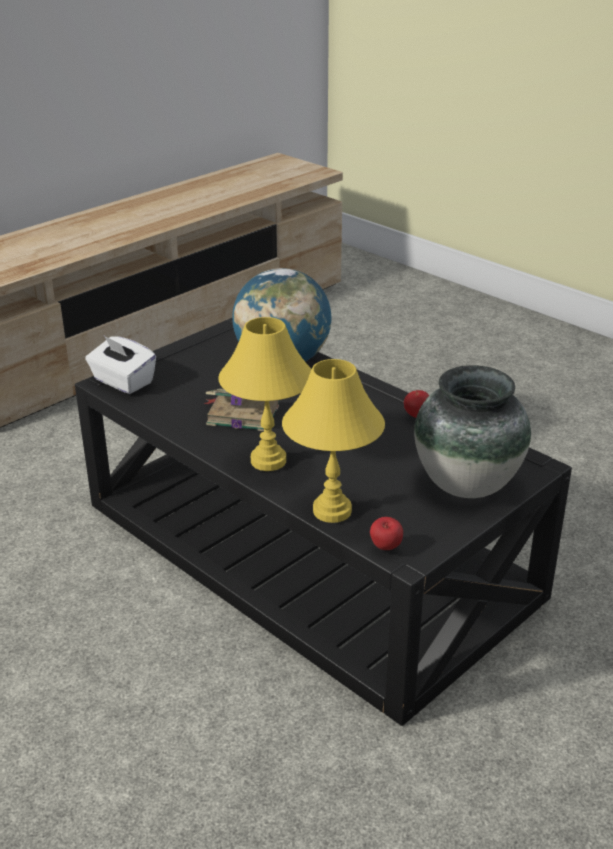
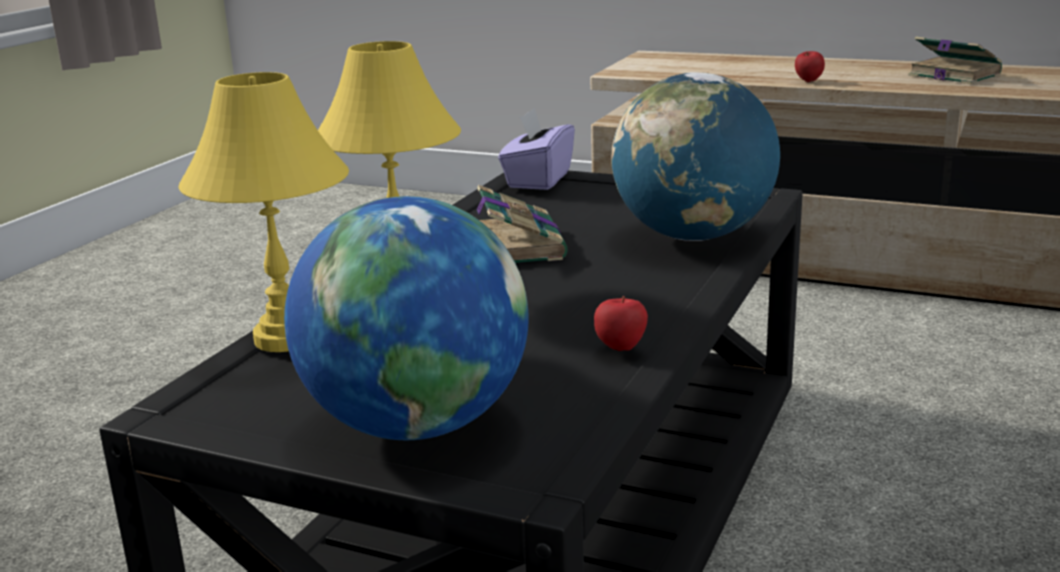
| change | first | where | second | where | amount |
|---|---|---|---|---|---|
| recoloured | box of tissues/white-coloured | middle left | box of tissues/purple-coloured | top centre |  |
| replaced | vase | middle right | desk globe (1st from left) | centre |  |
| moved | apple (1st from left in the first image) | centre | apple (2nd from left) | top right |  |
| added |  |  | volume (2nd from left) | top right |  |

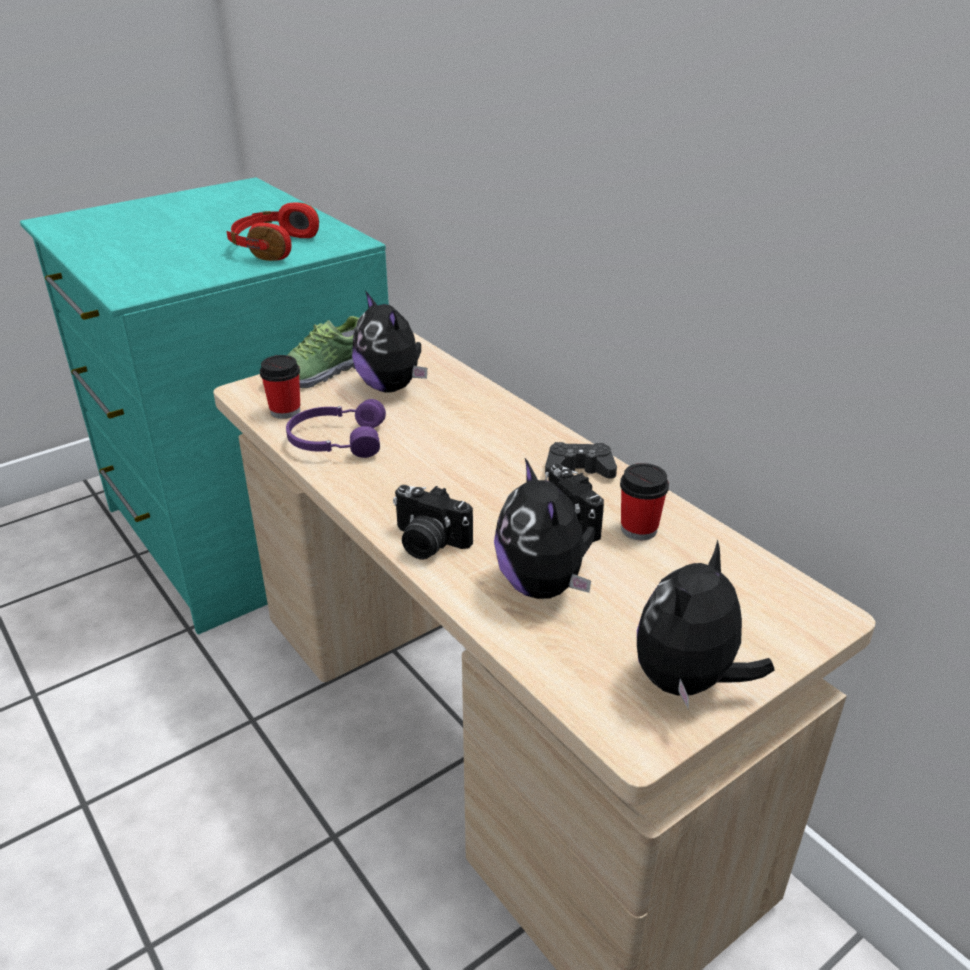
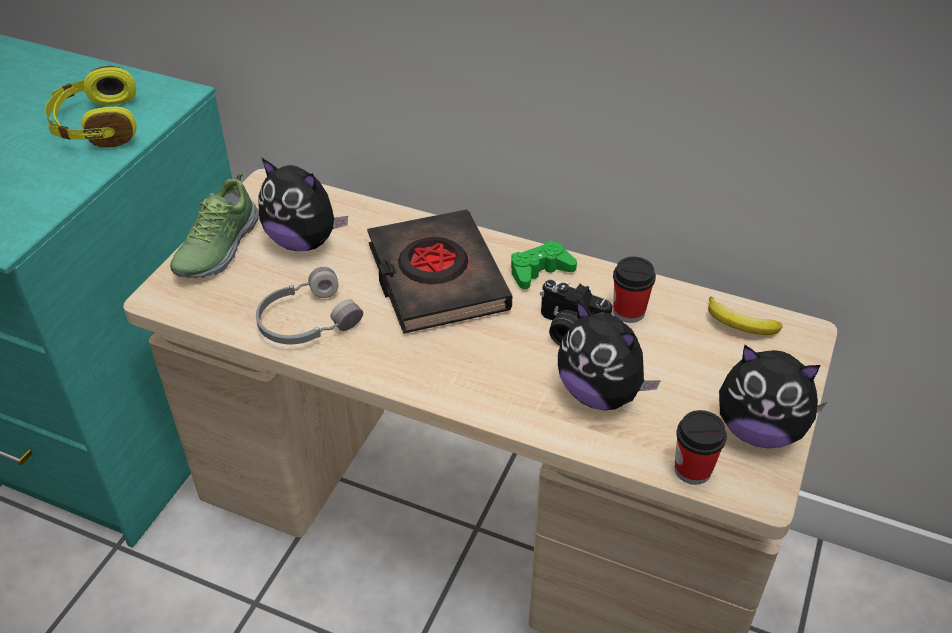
| change | first | where | second | where | amount |
|---|---|---|---|---|---|
| recoloured | pair of headphones/reddish | top left | pair of headphones/yellow-coloured | top left |  |
| moved | drinking cup (1st from left in the first image) | middle left | drinking cup (2nd from left) | bottom right |  |
| recoloured | pair of headphones/purple-coloured | centre | pair of headphones/gray | middle left |  |
| recoloured | game controller/blackish | centre | game controller/green | centre |  |
| removed | photo camera (1st from left) | centre |  |  |  |
| turned | plush toy (3rd from left) | middle right |  | middle right | 75 degrees counterclockwise |
| added |  |  | volume/blackish | centre |  |
| added |  |  | banana | middle right |  |

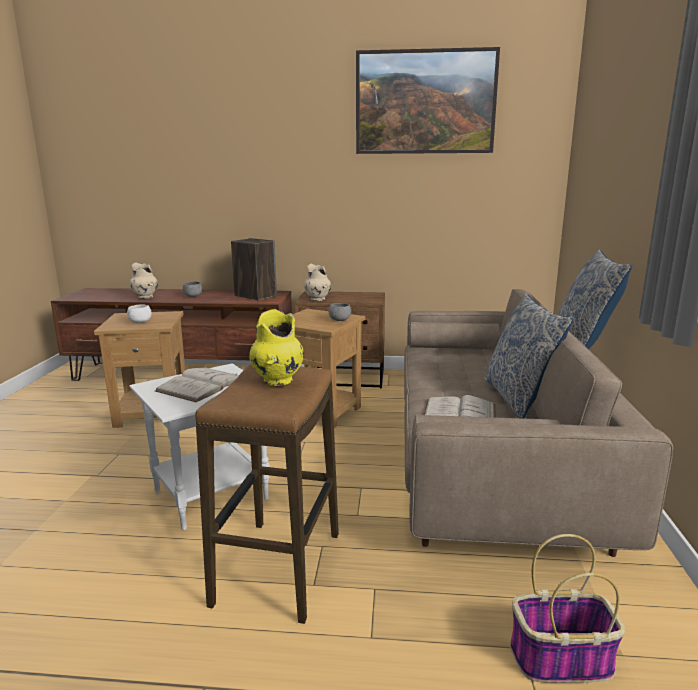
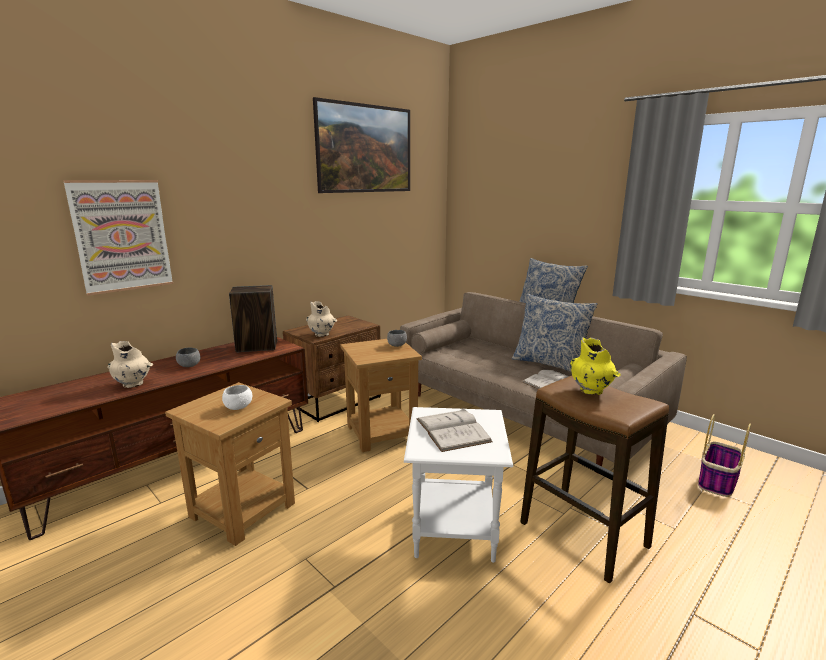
| change | first | where | second | where | amount |
|---|---|---|---|---|---|
| added |  |  | wall picture (1st from left) | middle left |  |

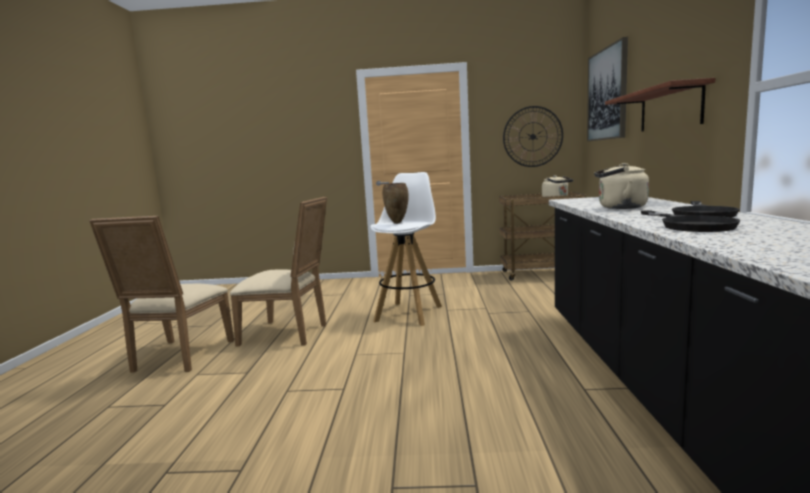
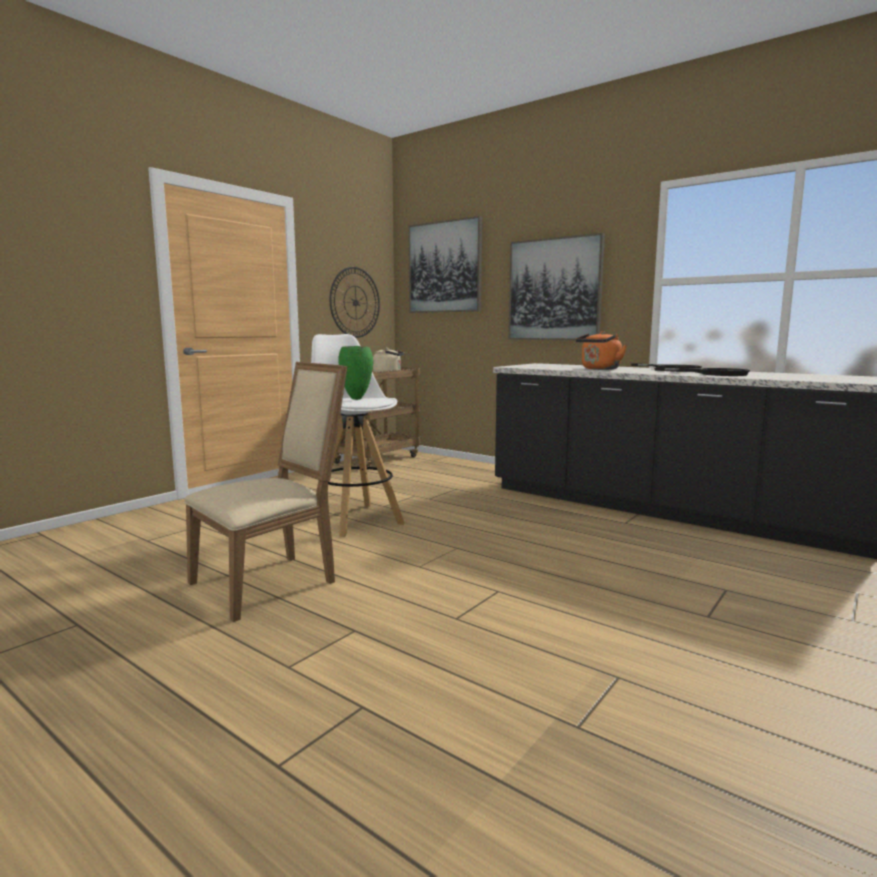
| change | first | where | second | where | amount |
|---|---|---|---|---|---|
| replaced | wall shelf | top right | wall picture (2nd from left) | top centre |  |
| recoloured | tea kettle/beige (2nd from left) | middle right | tea kettle/orangey | middle right |  |
| recoloured | vase/brown-coloured | centre | vase/green | centre |  |
| removed | chair/beige (1st from left) | middle left |  |  |  |

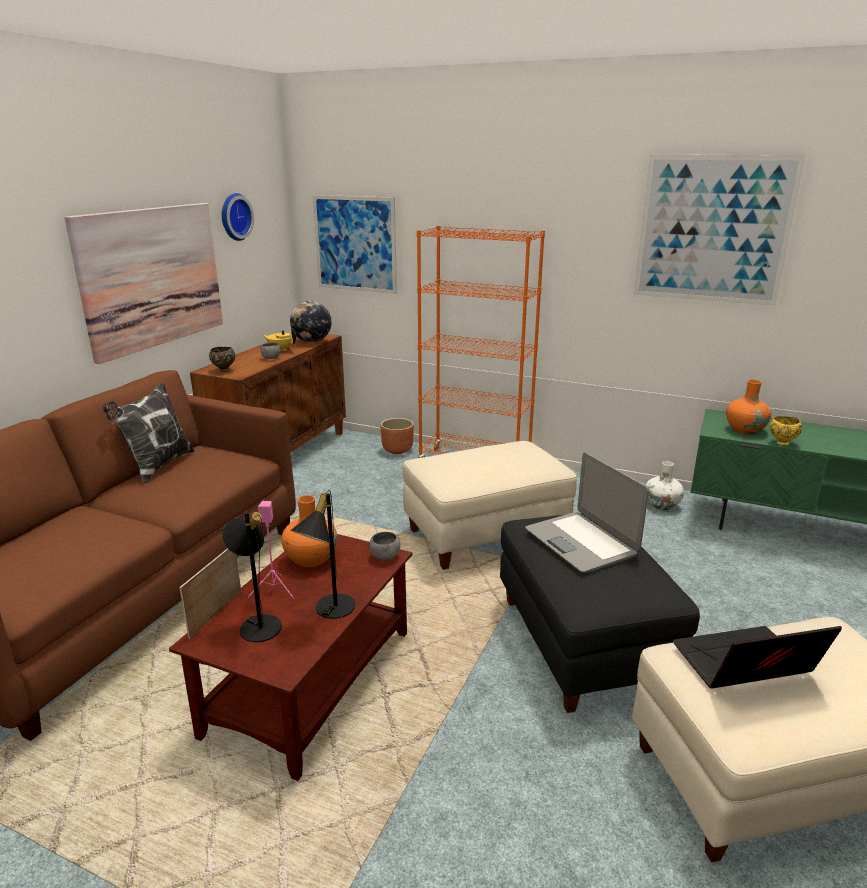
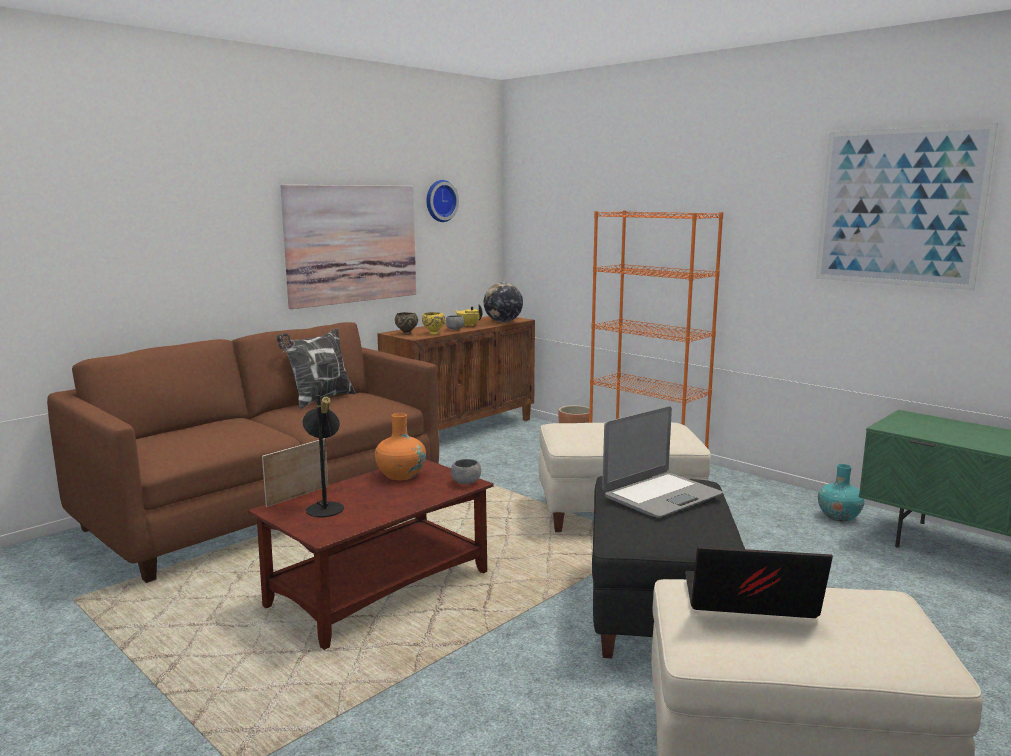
| change | first | where | second | where | amount |
|---|---|---|---|---|---|
| removed | wall picture (2nd from left) | top centre |  |  |  |
| removed | vase/orangey (2nd from left) | middle right |  |  |  |
| moved | serving bowl/yellow-coloured | middle right |  | centre |  |
| turned | laptop (1st from left) | middle right |  | centre | 120 degrees counterclockwise |
| recoloured | vase/white-coloured | middle right | vase/blue-green | middle right |  |
| removed | lamp for a table/blackish (2nd from left) | centre |  |  |  |
| removed | loudspeaker/pink-coloured | middle left |  |  |  |

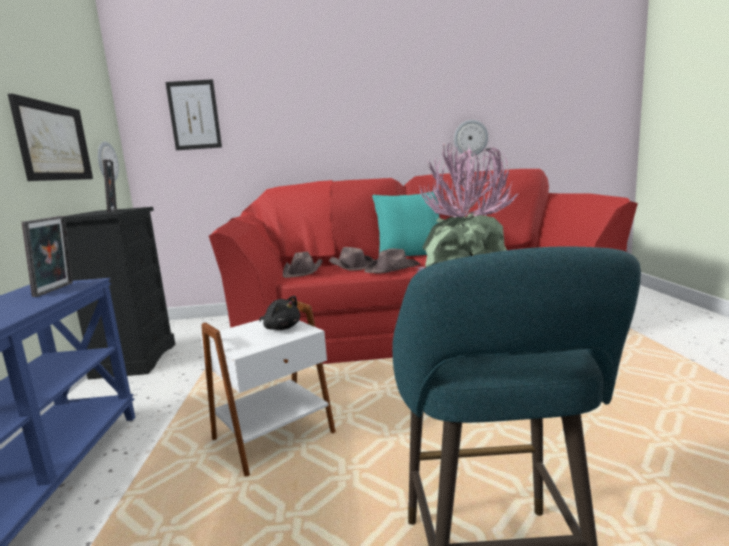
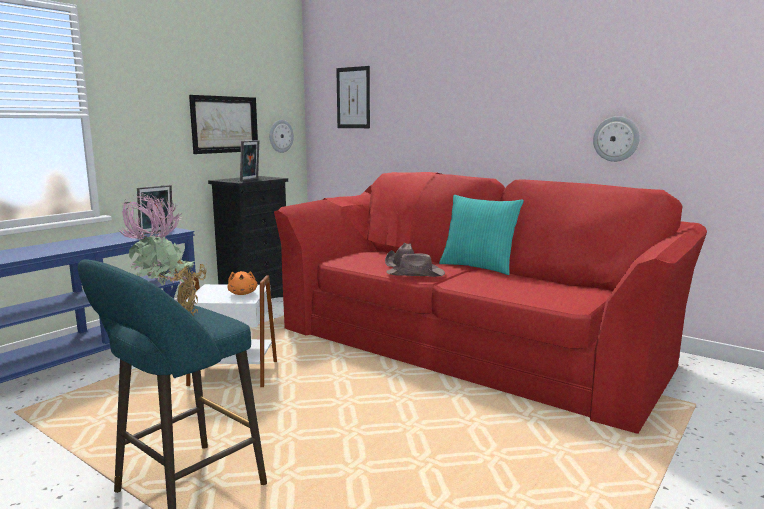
| change | first | where | second | where | amount |
|---|---|---|---|---|---|
| removed | hat/brown-coloured (1st from left) | centre |  |  |  |
| recoloured | plush toy/blackish | centre | plush toy/orangey | middle left |  |

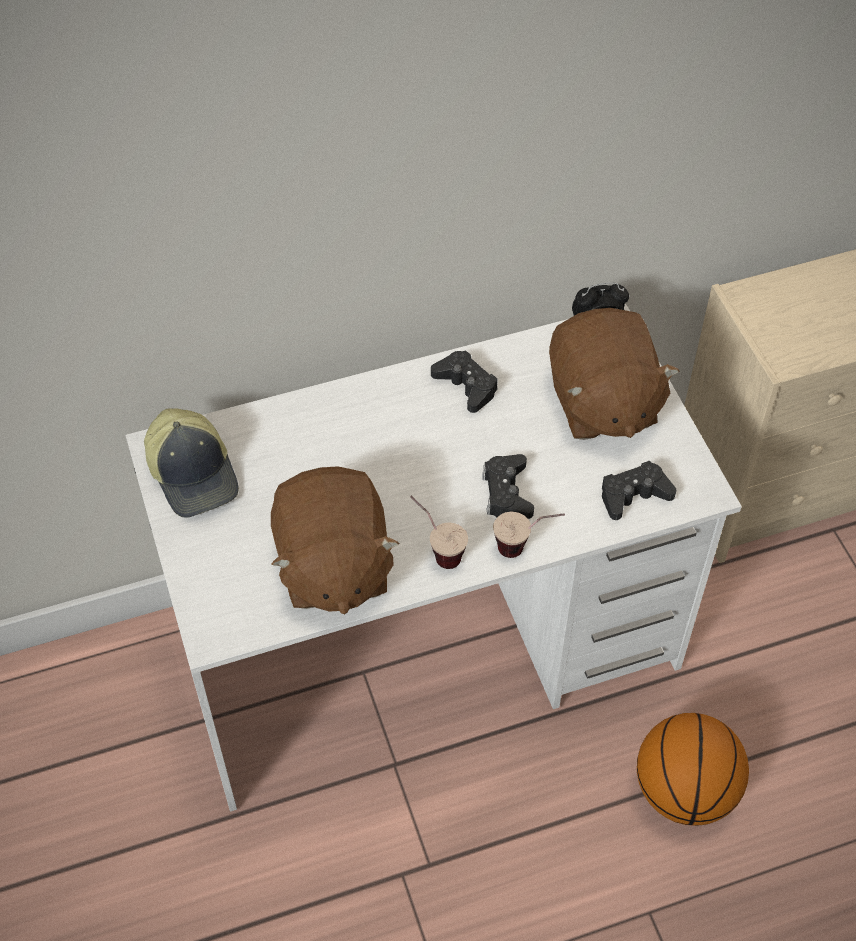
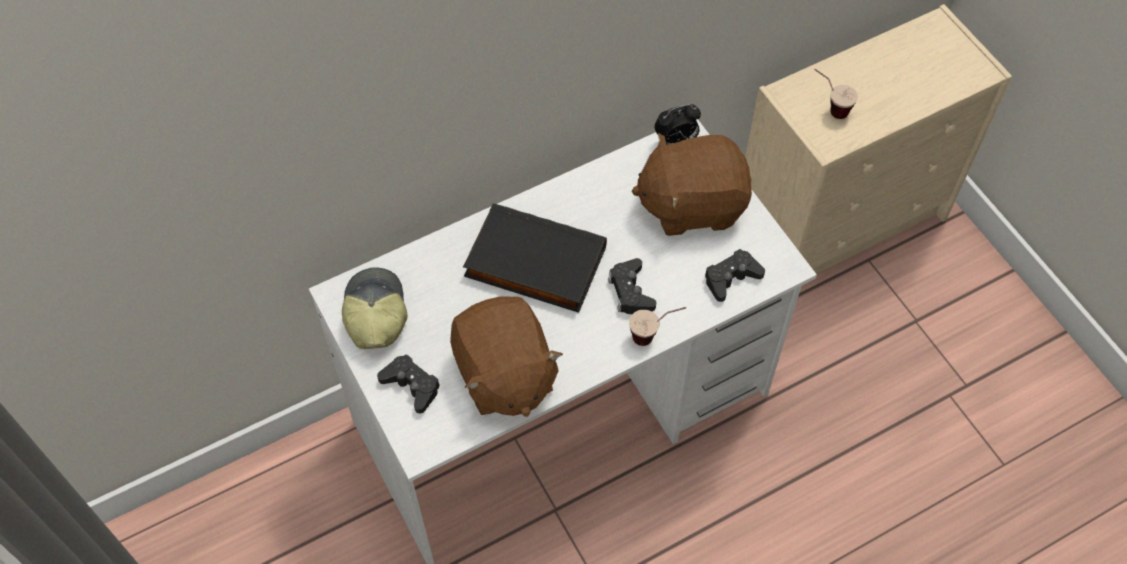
| change | first | where | second | where | amount |
|---|---|---|---|---|---|
| turned | plush toy/brown-coloured (2nd from left) | middle right |  | top centre | 105 degrees clockwise |
| moved | game controller/blackish (1st from left) | centre |  | bottom centre |  |
| turned | baseball cap | middle left |  | middle left | 150 degrees counterclockwise |
| moved | drinking cup (1st from left in the first image) | centre | drinking cup (2nd from left) | top right |  |
| removed | ball for basketball | bottom right |  |  |  |
| added |  |  | volume/blackish | centre |  |

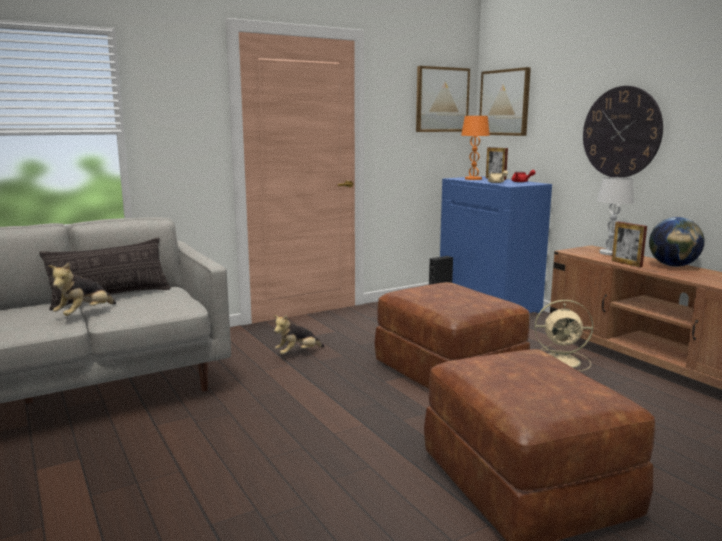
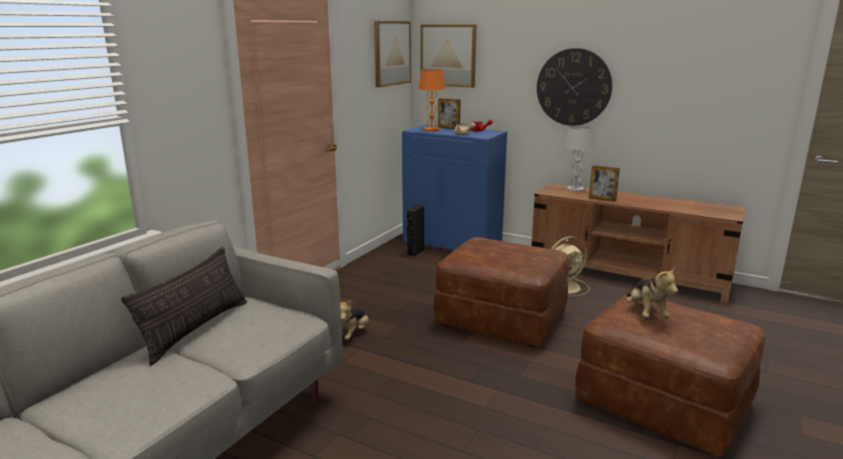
| change | first | where | second | where | amount |
|---|---|---|---|---|---|
| removed | desk globe | middle right |  |  |  |
| moved | plush toy (1st from left in the first image) | middle left | plush toy (2nd from left) | middle right |  |

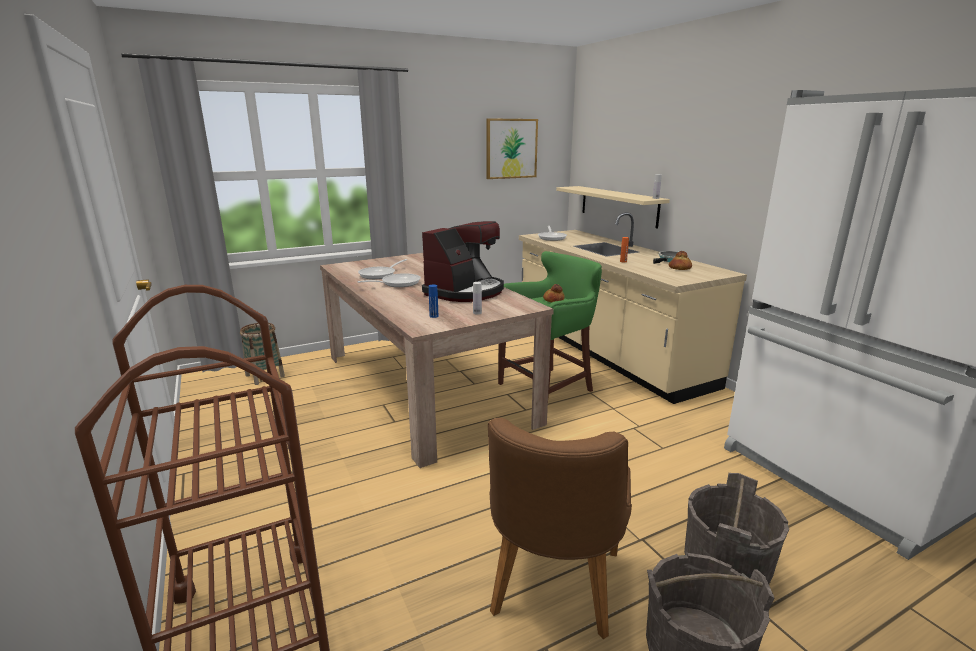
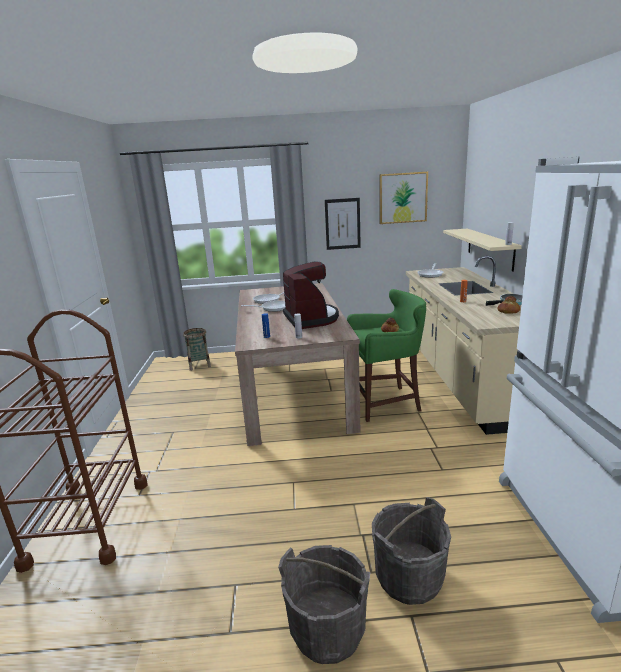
| change | first | where | second | where | amount |
|---|---|---|---|---|---|
| turned | coffee machine | centre |  | centre | 75 degrees counterclockwise |
| removed | chair/brown-coloured | bottom centre |  |  |  |
| added |  |  | wall picture (1st from left) | centre |  |

